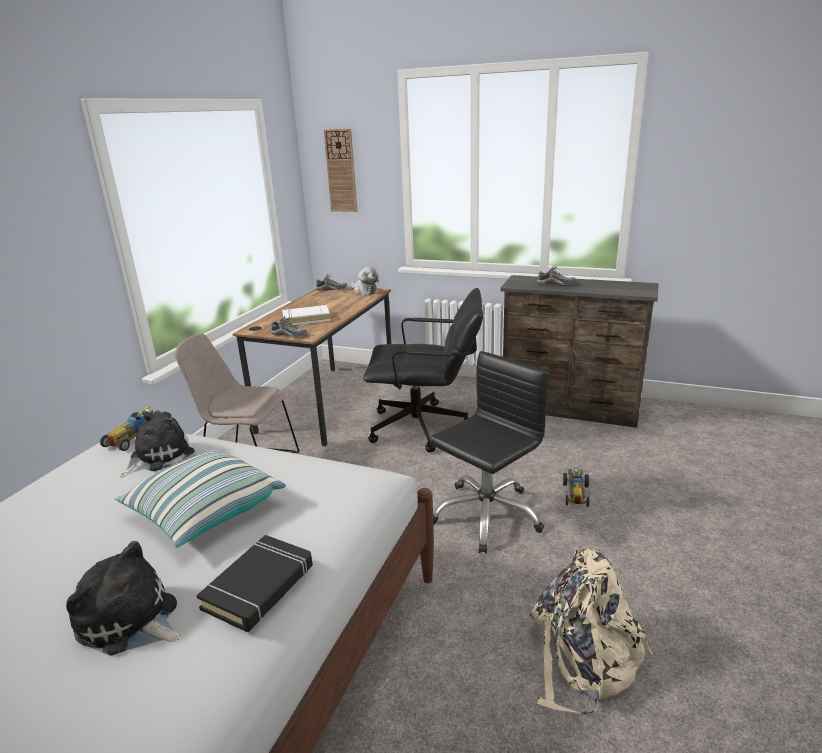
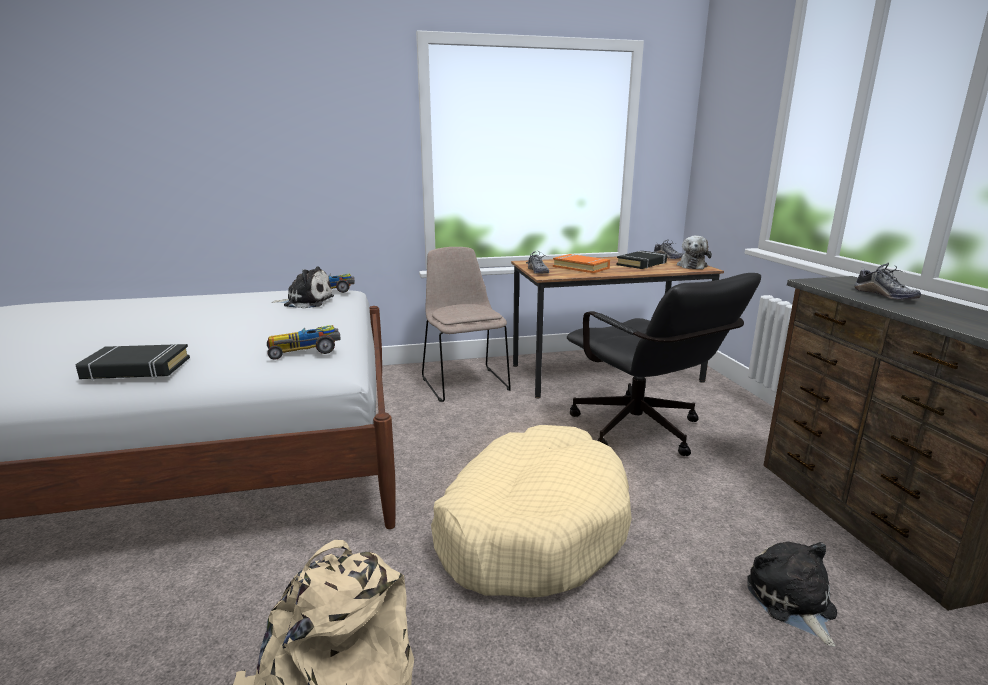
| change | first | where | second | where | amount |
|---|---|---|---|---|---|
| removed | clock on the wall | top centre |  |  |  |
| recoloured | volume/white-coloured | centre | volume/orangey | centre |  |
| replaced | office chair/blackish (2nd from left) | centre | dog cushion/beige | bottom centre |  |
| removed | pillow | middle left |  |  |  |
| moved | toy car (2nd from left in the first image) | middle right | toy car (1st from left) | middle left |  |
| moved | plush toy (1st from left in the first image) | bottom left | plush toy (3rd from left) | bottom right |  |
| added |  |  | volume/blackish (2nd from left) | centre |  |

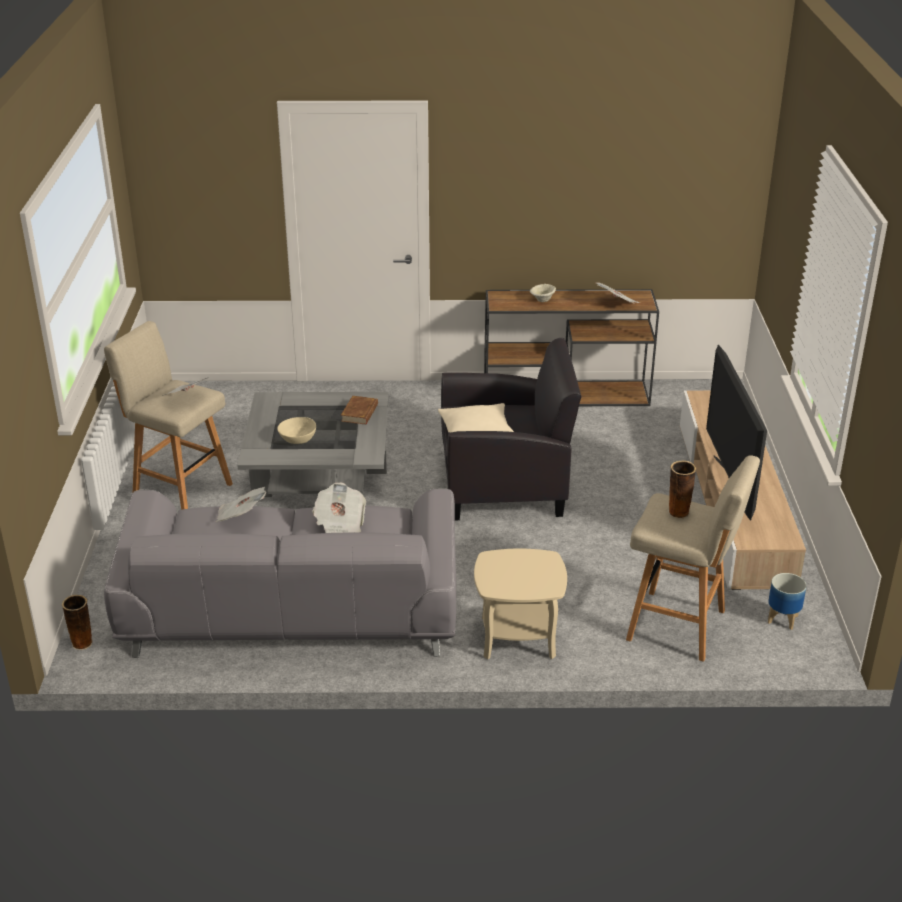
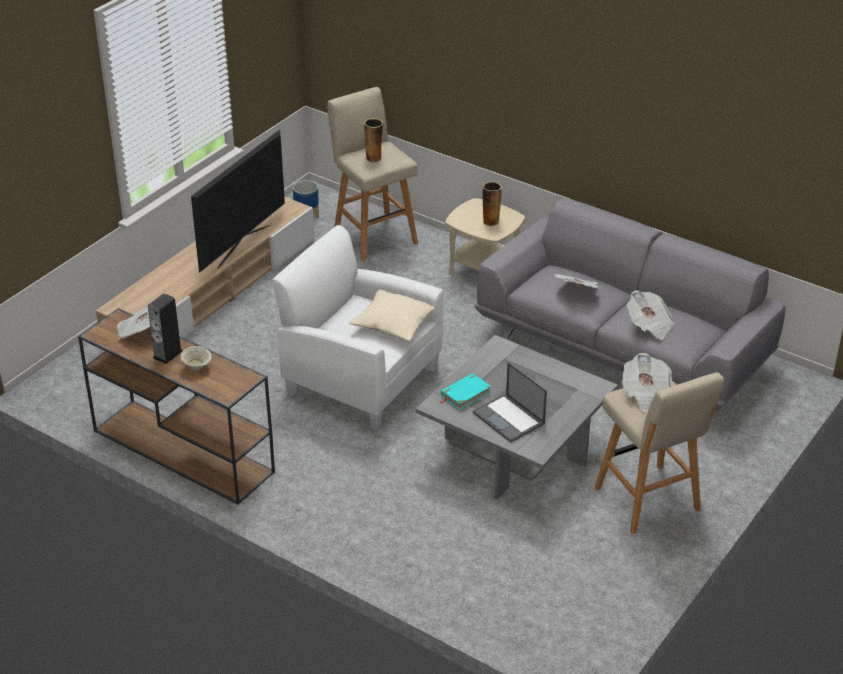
| change | first | where | second | where | amount |
|---|---|---|---|---|---|
| recoloured | easy chair/blackish | centre | easy chair/white-coloured | centre |  |
| recoloured | volume/brown-coloured | centre | volume/blue-green | centre |  |
| removed | serving bowl/beige (1st from left) | middle left |  |  |  |
| moved | vase (1st from left in the first image) | bottom left | vase (2nd from left) | top centre |  |
| added |  |  | loudspeaker | middle left |  |
| added |  |  | laptop | centre |  |

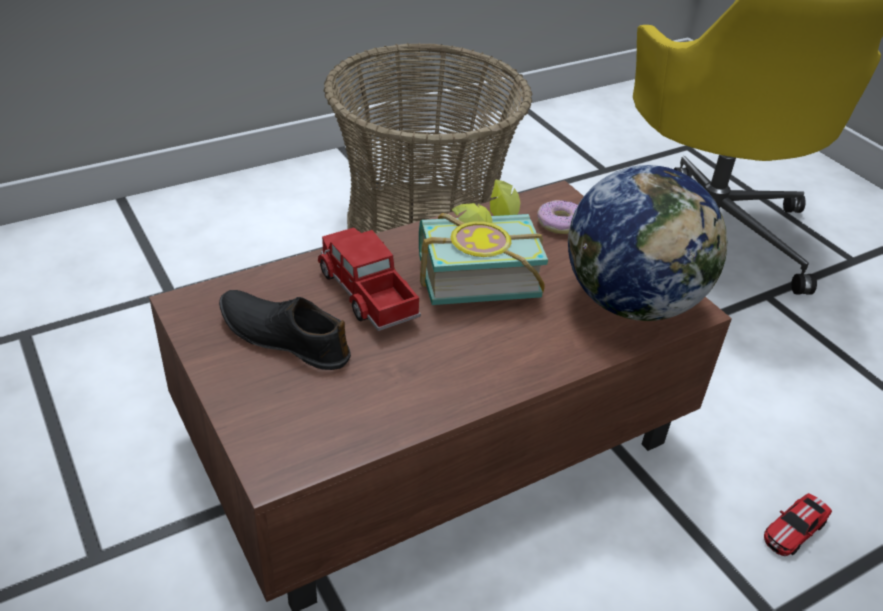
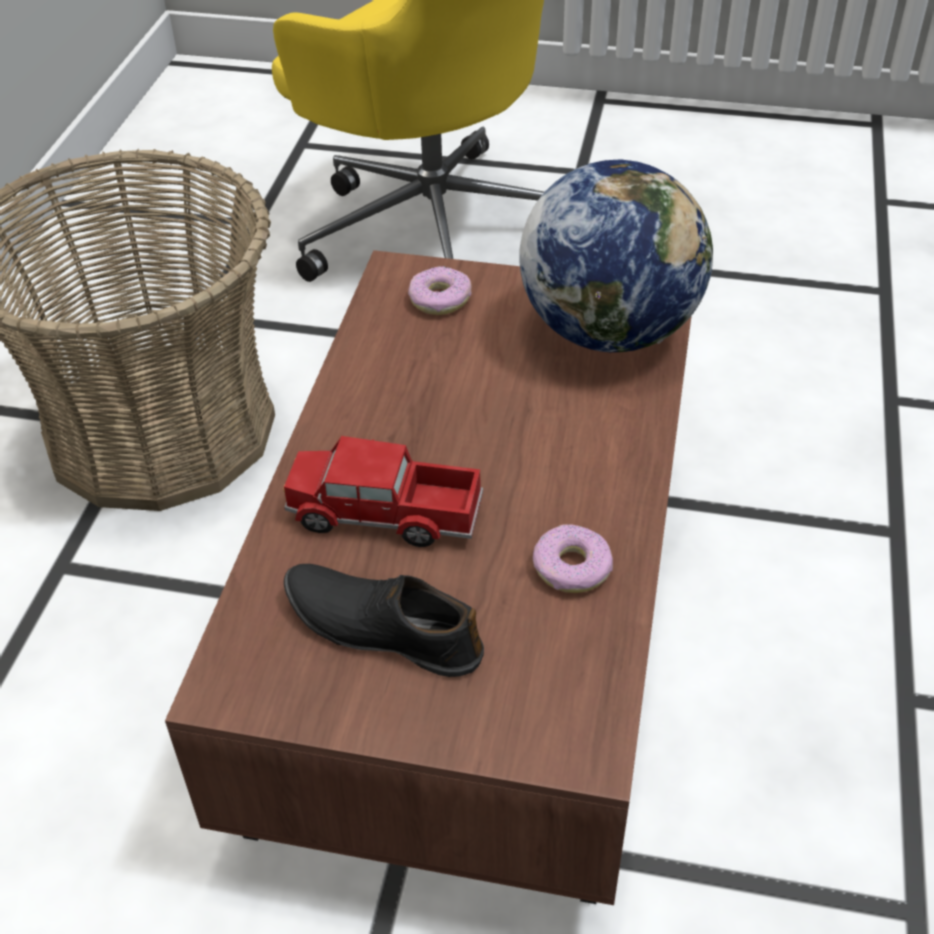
| change | first | where | second | where | amount |
|---|---|---|---|---|---|
| removed | volume | centre |  |  |  |
| turned | item of footwear/blackish | middle left |  | centre | 45 degrees clockwise |
| removed | toy car | bottom right |  |  |  |
| added |  |  | donut (2nd from left) | centre |  |

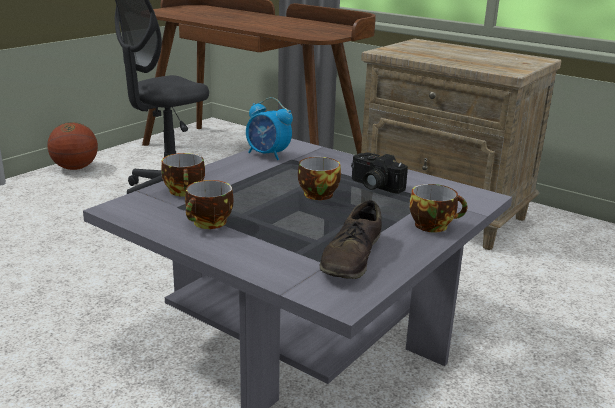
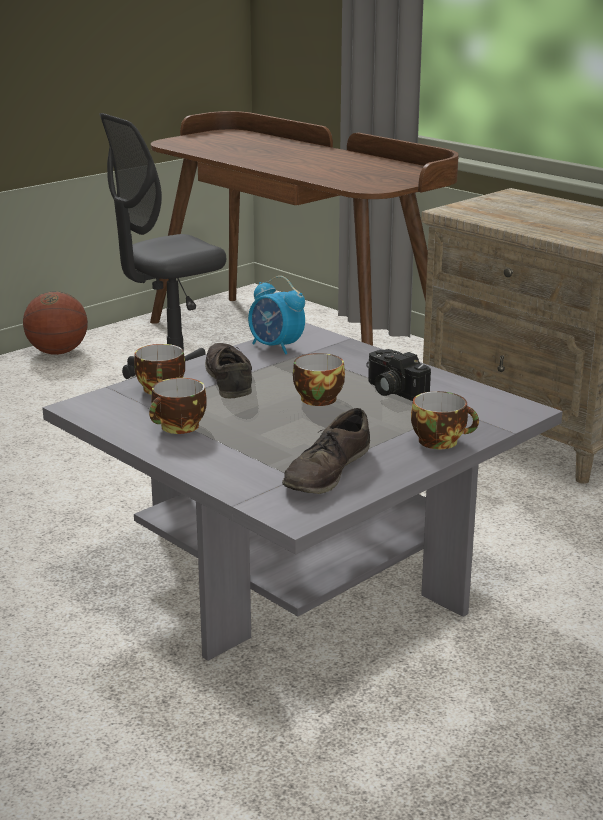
| change | first | where | second | where | amount |
|---|---|---|---|---|---|
| added |  |  | item of footwear/brown-coloured (1st from left) | centre |  |

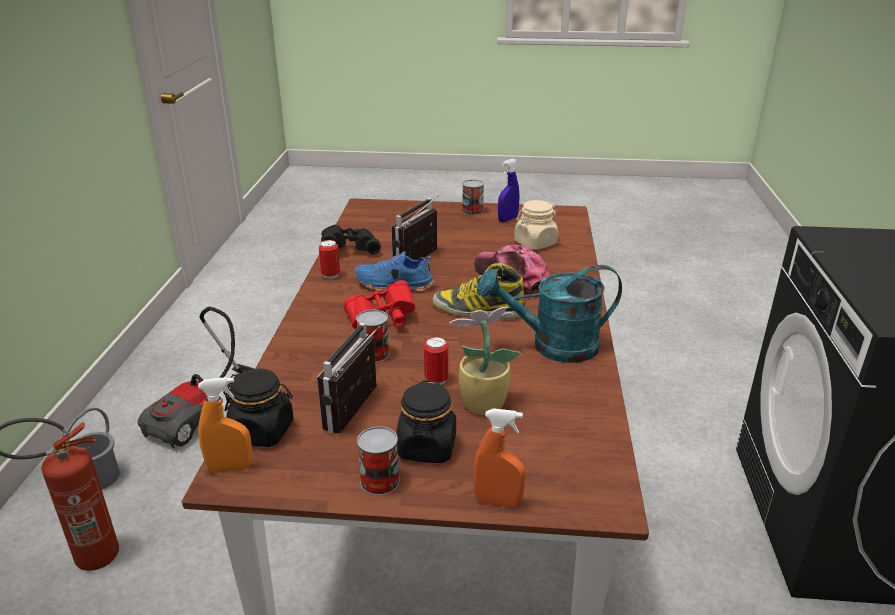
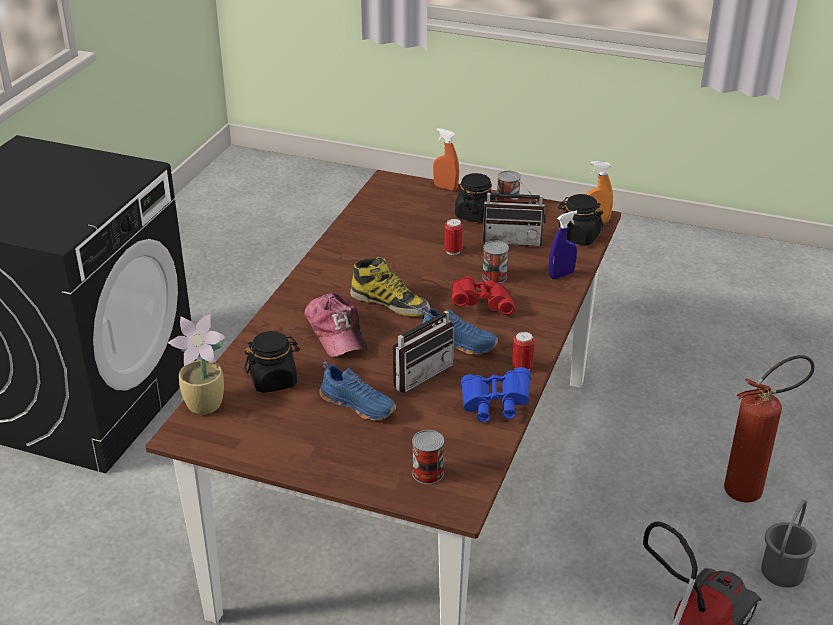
| change | first | where | second | where | amount |
|---|---|---|---|---|---|
| moved | sprayer/blue-coloured | top centre |  | middle right |  |
| moved | can (5th from left in the first image) | top centre | can (1st from left) | bottom centre |  |
| recoloured | storage jar/beige | centre | storage jar/blackish (1st from left) | middle left |  |
| recoloured | field glasses/blackish | centre | field glasses/blue-coloured | centre |  |
| removed | sprinkling can/blue-green | centre |  |  |  |
| moved | potted plant | centre |  | middle left |  |
| turned | radio set (1st from left in the first image) | centre | radio set (2nd from left) | top centre | 60 degrees clockwise |
| added |  |  | item of footwear/blue-coloured (1st from left) | centre |  |

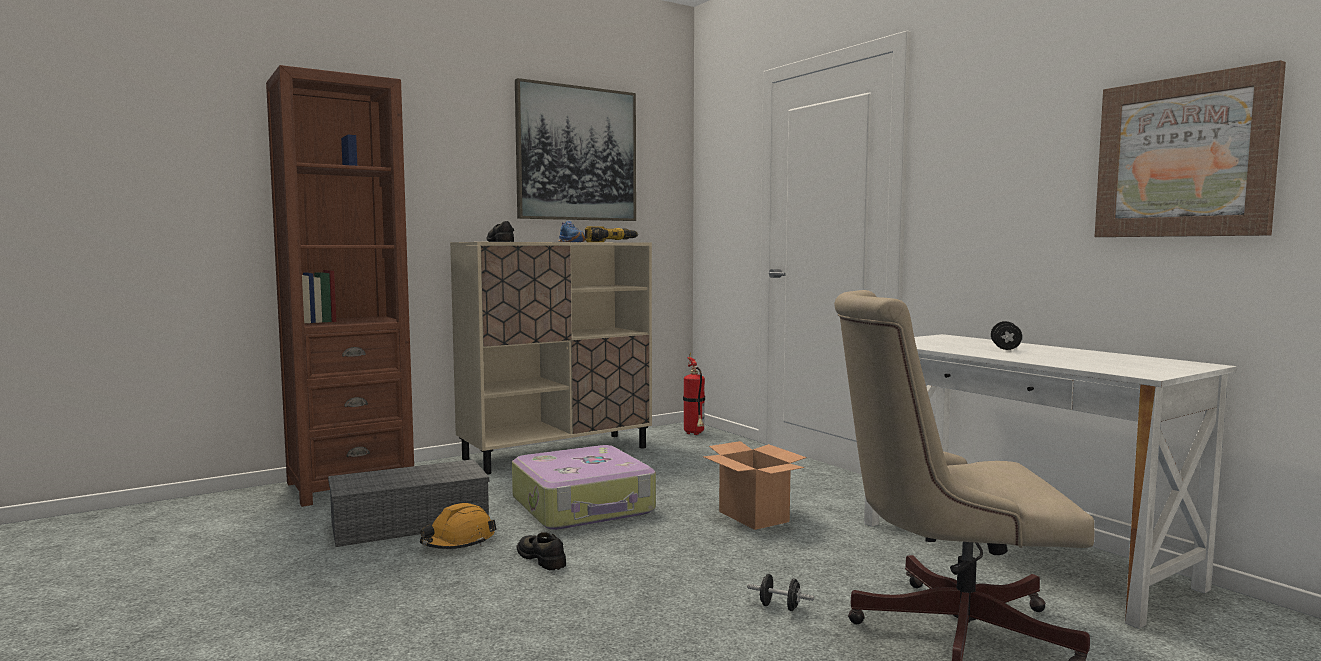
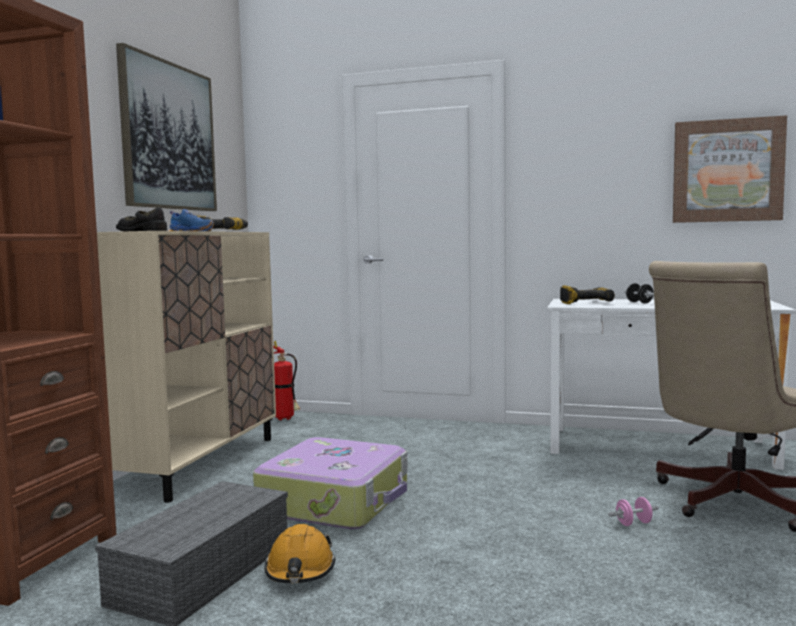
| change | first | where | second | where | amount |
|---|---|---|---|---|---|
| removed | carton | bottom centre |  |  |  |
| removed | item of footwear/blackish (2nd from left) | bottom centre |  |  |  |
| recoloured | free weight/blackish (1st from left) | bottom centre | free weight/pink-coloured | bottom right |  |
| added |  |  | drill (2nd from left) | middle right |  |

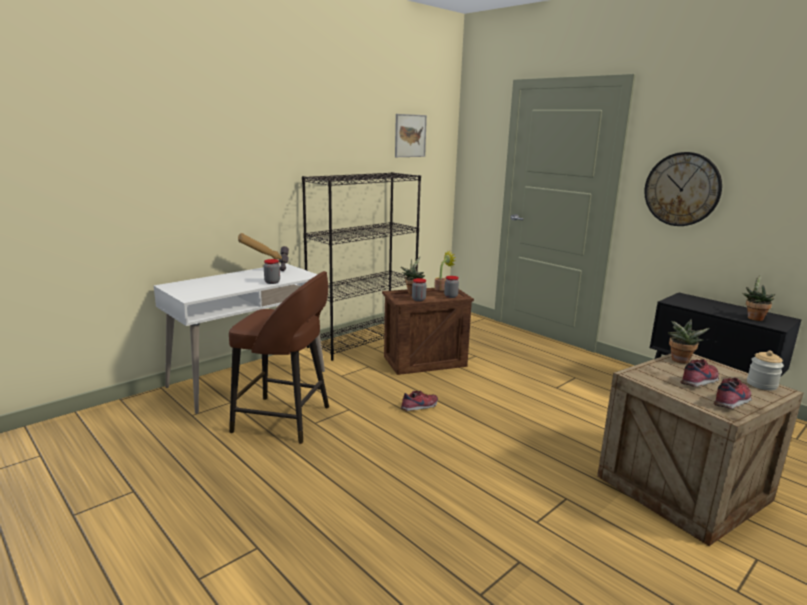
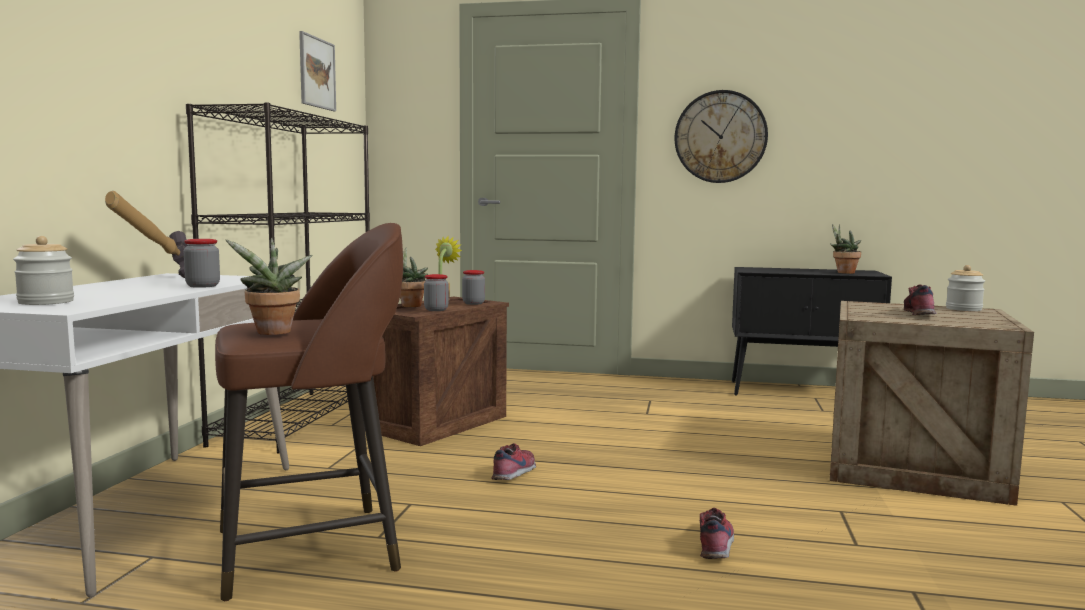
| change | first | where | second | where | amount |
|---|---|---|---|---|---|
| moved | potted plant (3rd from left in the first image) | middle right | potted plant (1st from left) | middle left |  |
| moved | item of footwear (3rd from left in the first image) | middle right | item of footwear (2nd from left) | bottom centre |  |
| added |  |  | storage jar (1st from left) | middle left |  |

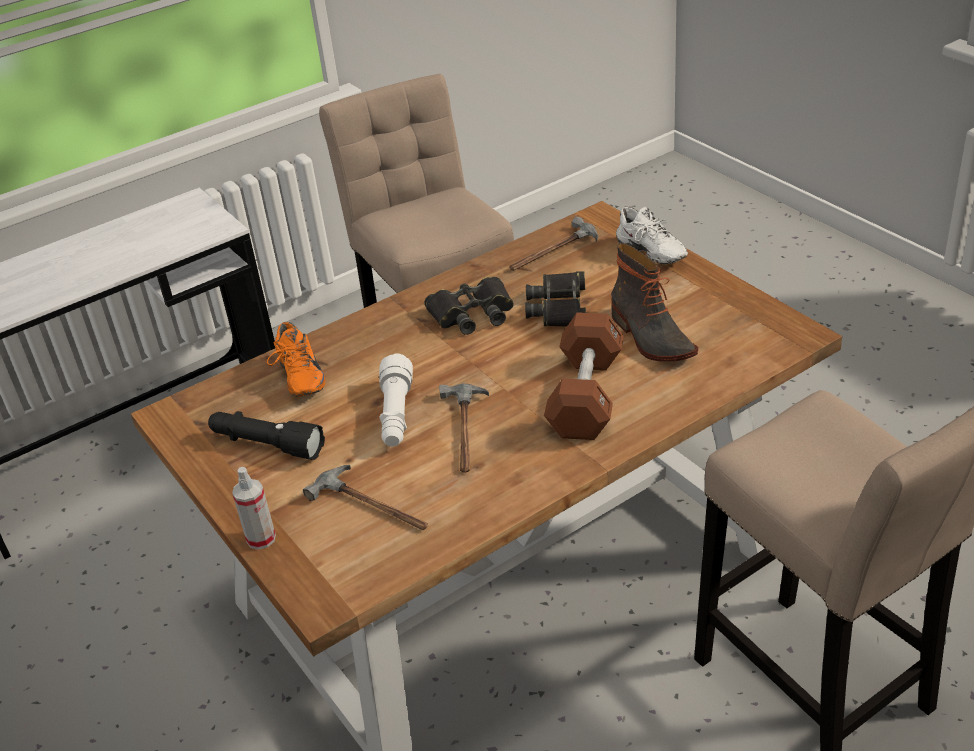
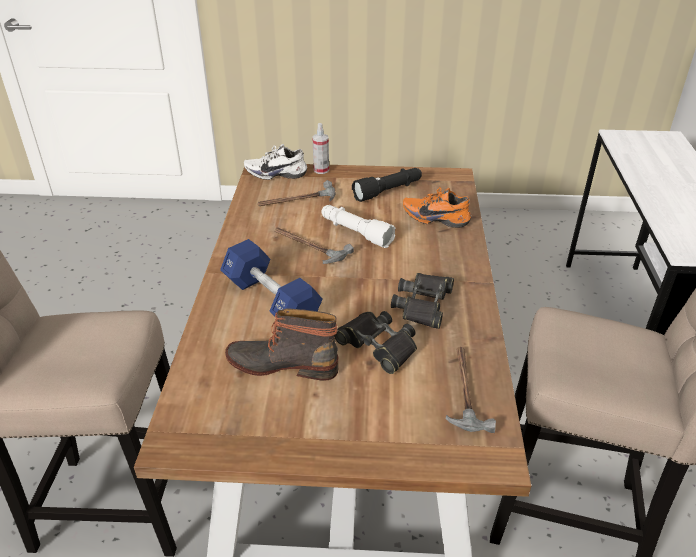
| change | first | where | second | where | amount |
|---|---|---|---|---|---|
| moved | item of footwear/white-coloured | top right |  | top centre |  |
| recoloured | free weight/brown-coloured | centre | free weight/blue-coloured | centre |  |

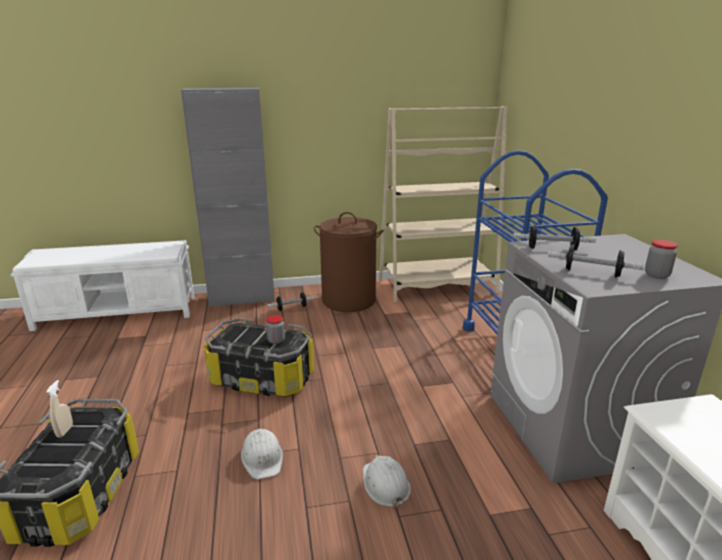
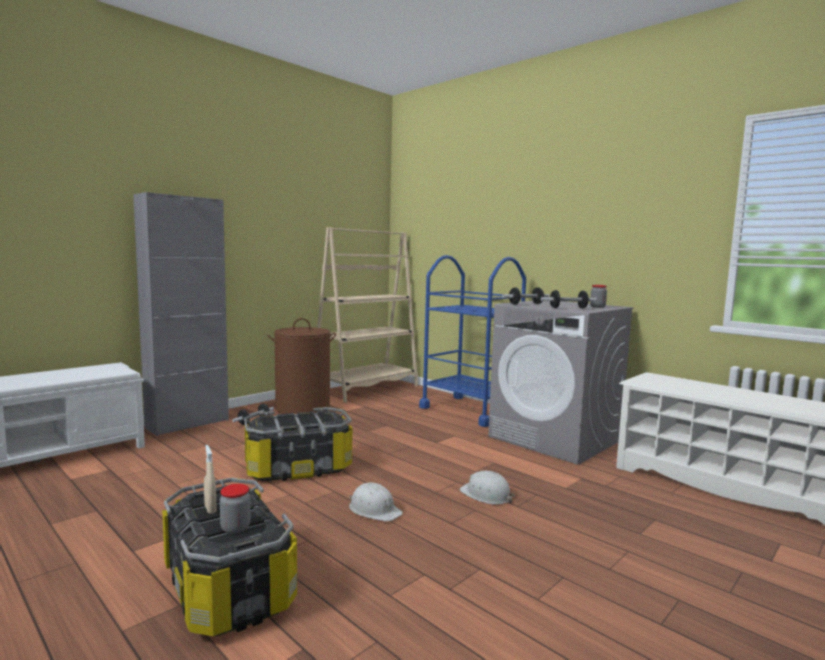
| change | first | where | second | where | amount |
|---|---|---|---|---|---|
| moved | storage jar (1st from left) | centre |  | bottom left |  |

